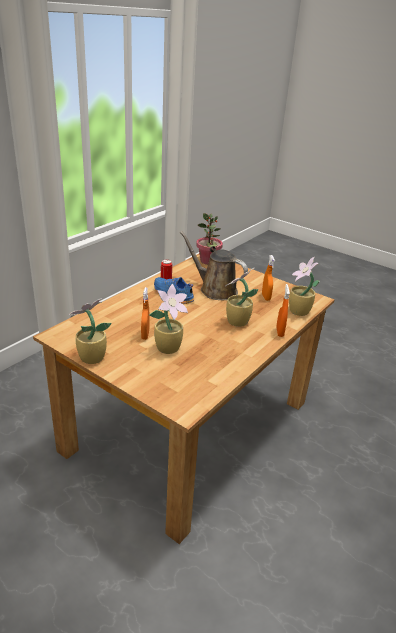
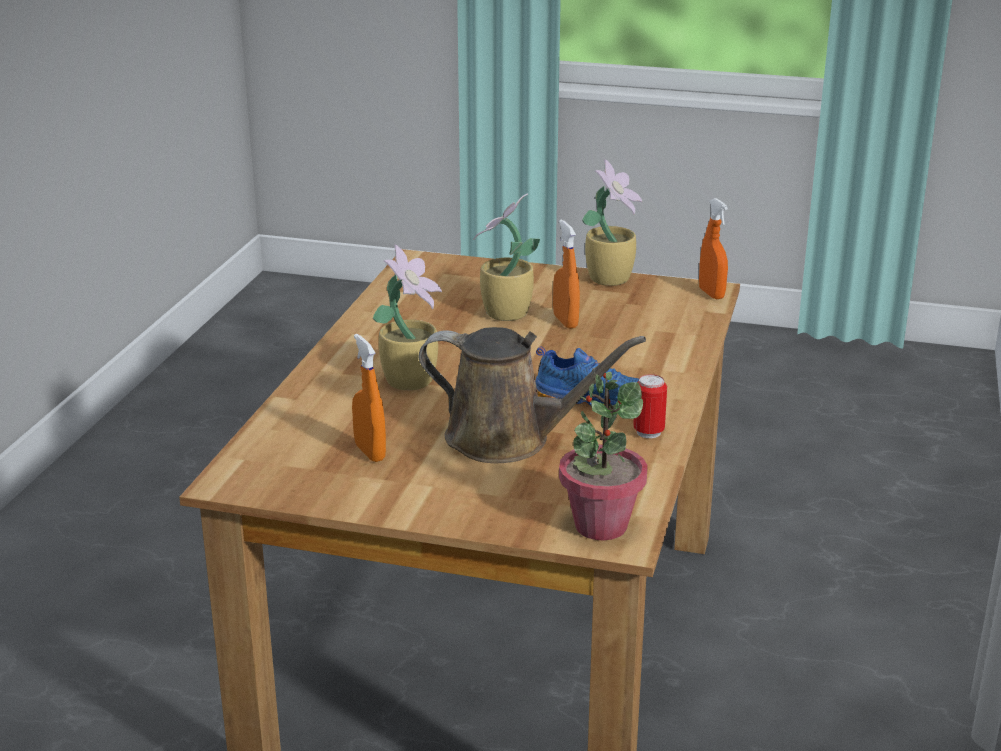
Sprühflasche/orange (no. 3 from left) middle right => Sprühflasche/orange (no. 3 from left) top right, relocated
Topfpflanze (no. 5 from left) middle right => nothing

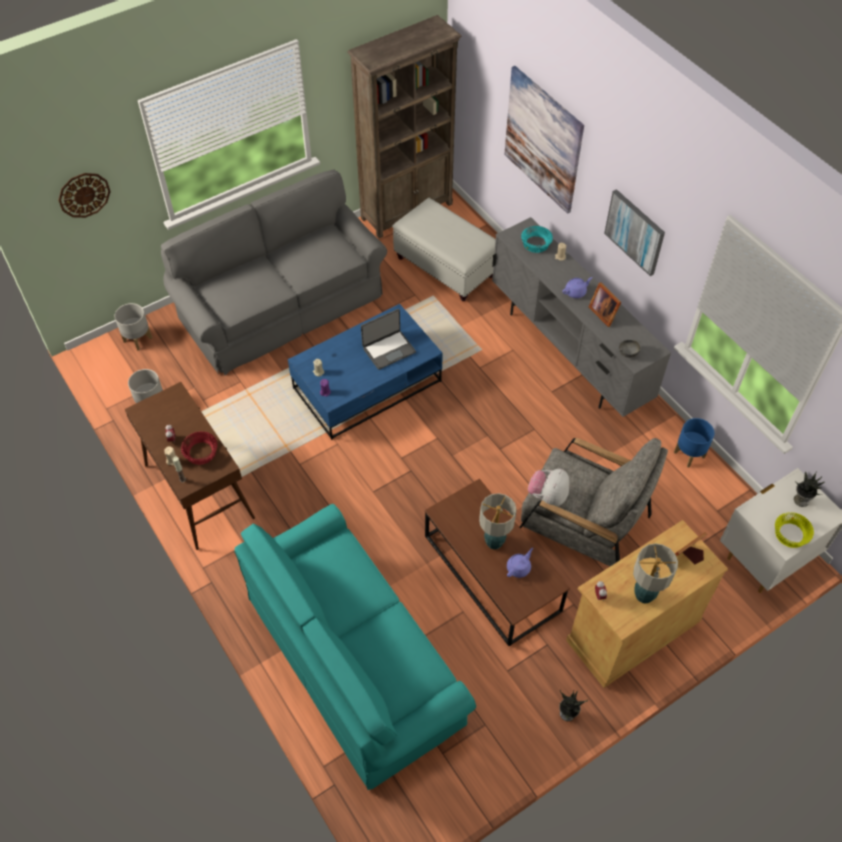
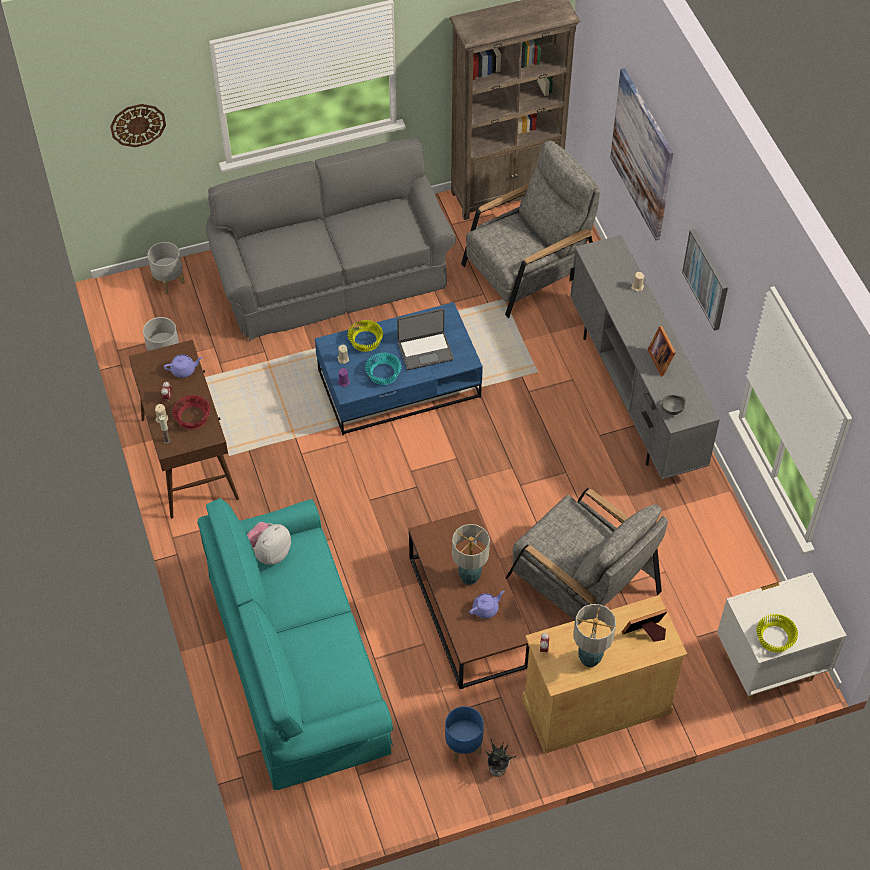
Polsterhocker/weiß top centre => Sessel/grau (no. 1 from left) top centre
Schüssel/türkis top centre => Schüssel/türkis centre, relocated
Plüschtier centre => Plüschtier middle left, relocated
Teekanne/lila (no. 2 from left in the first image) middle right => Teekanne/lila (no. 1 from left) middle left, relocated
Pflanzkübel/blau middle right => Pflanzkübel/blau bottom centre, relocated
Topfpflanze (no. 2 from left) middle right => nothing
nothing => Schüssel/gelb (no. 1 from left) centre

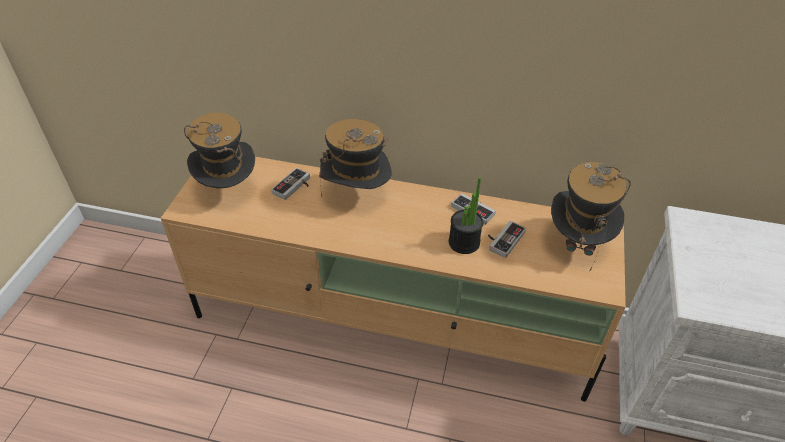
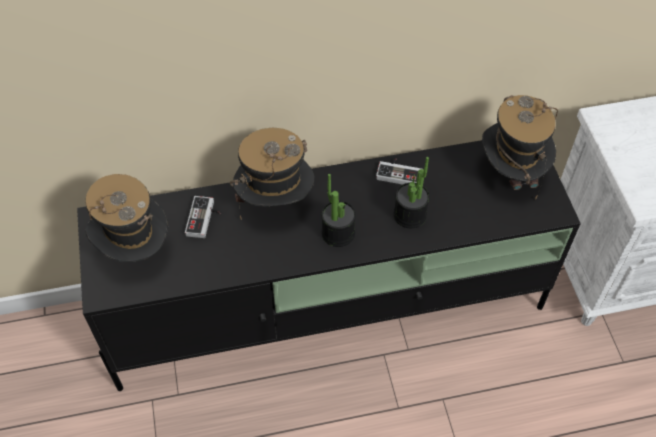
Fernsehschrank/beige centre => Fernsehschrank/schwarz centre
Gamepad (no. 3 from left) centre => nothing
nothing => Topfpflanze (no. 1 from left) centre

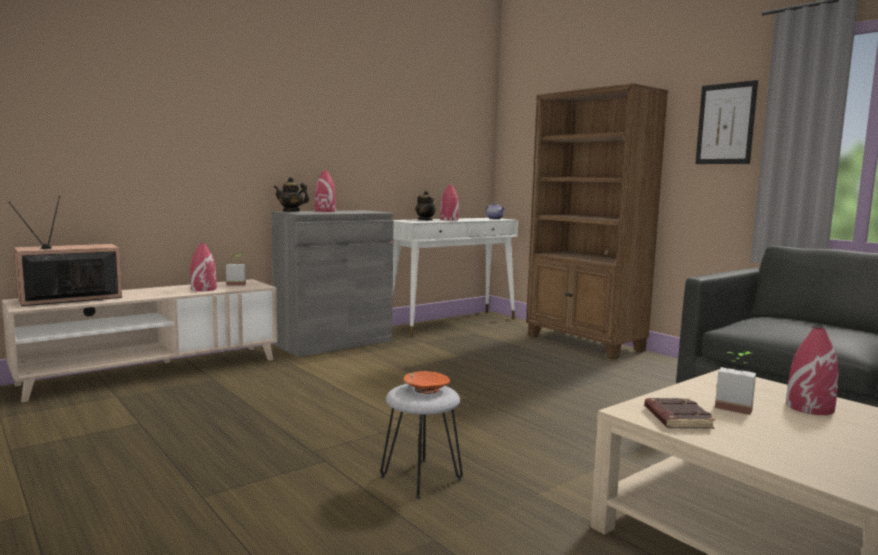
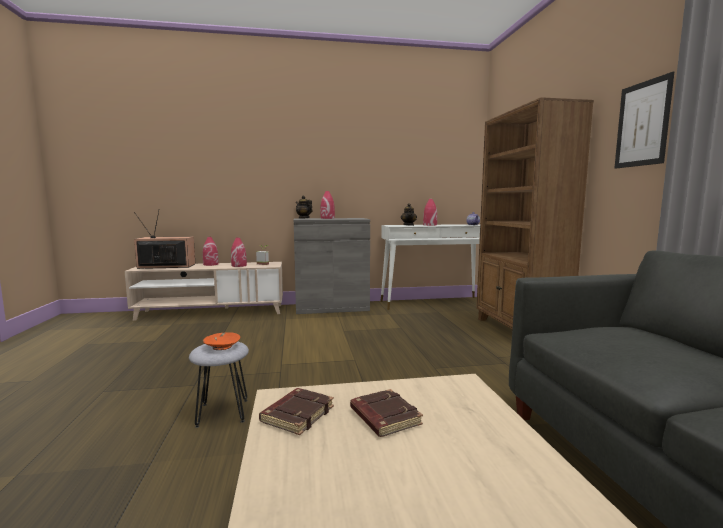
Topfpflanze (no. 2 from left) bottom right => Buch/braun (no. 2 from left) bottom centre
Vase/rot (no. 4 from left in the first image) bottom right => Vase/rot (no. 1 from left) middle left, relocated

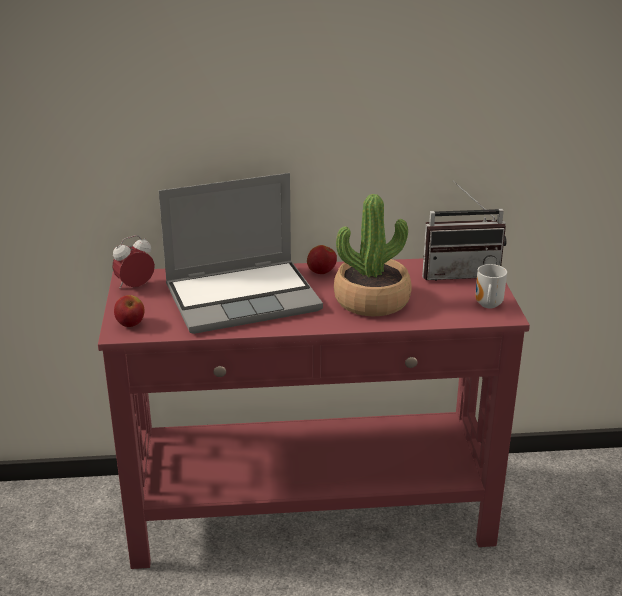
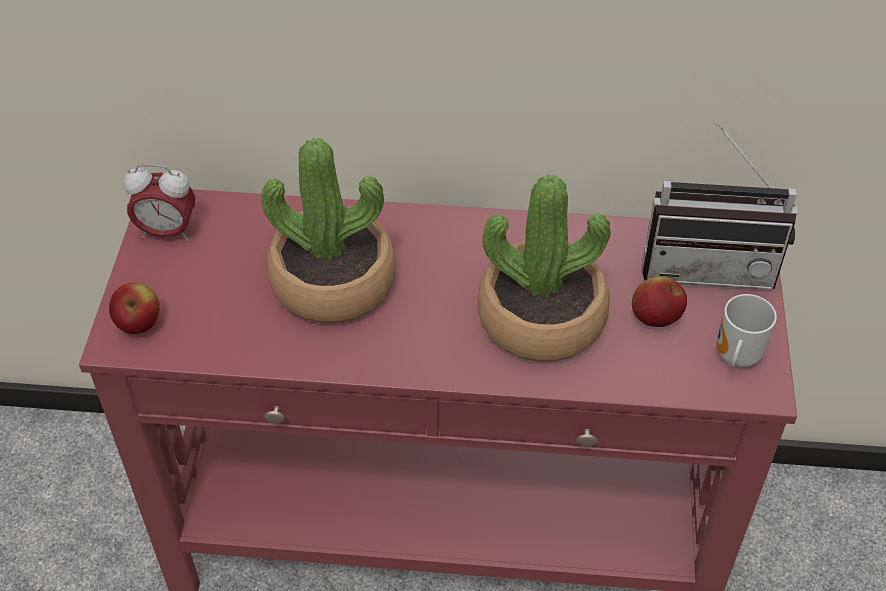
Wecker middle left, 150 degrees counterclockwise
Laptop centre => Topfpflanze (no. 1 from left) centre
Apfel (no. 2 from left) centre => Apfel (no. 2 from left) middle right, relocated

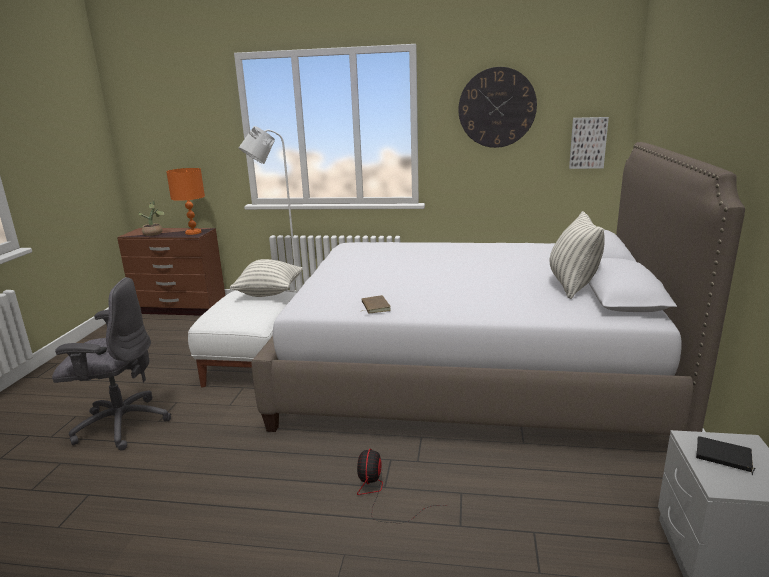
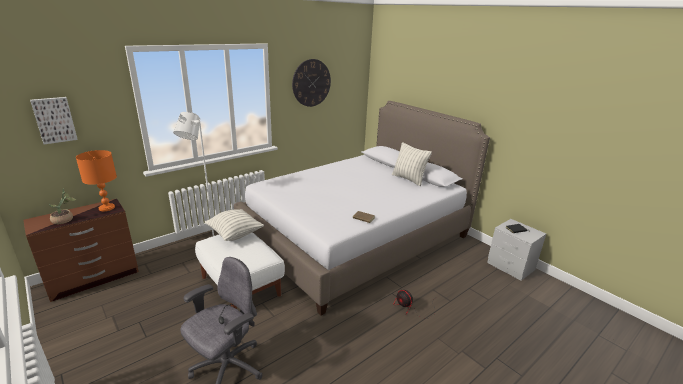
Bild top right => Bild top left, relocated

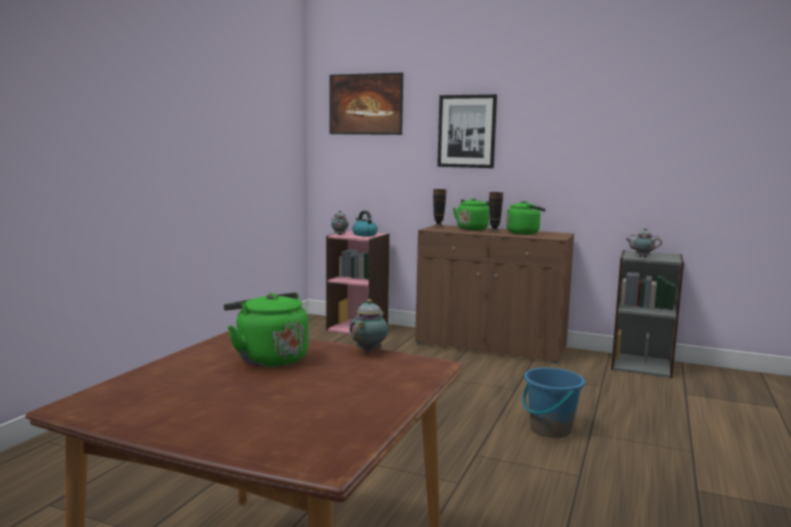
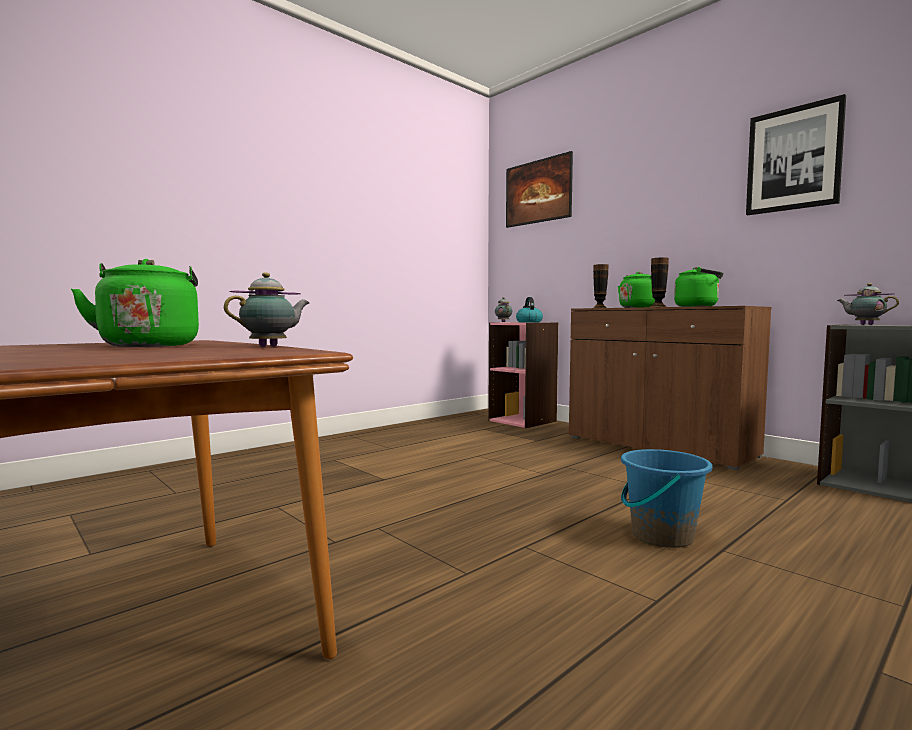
Bild (no. 2 from left) top centre => Bild (no. 2 from left) top right, relocated

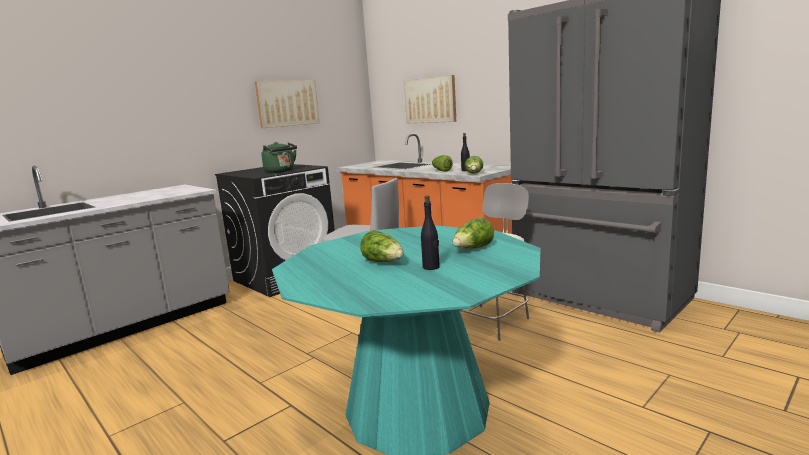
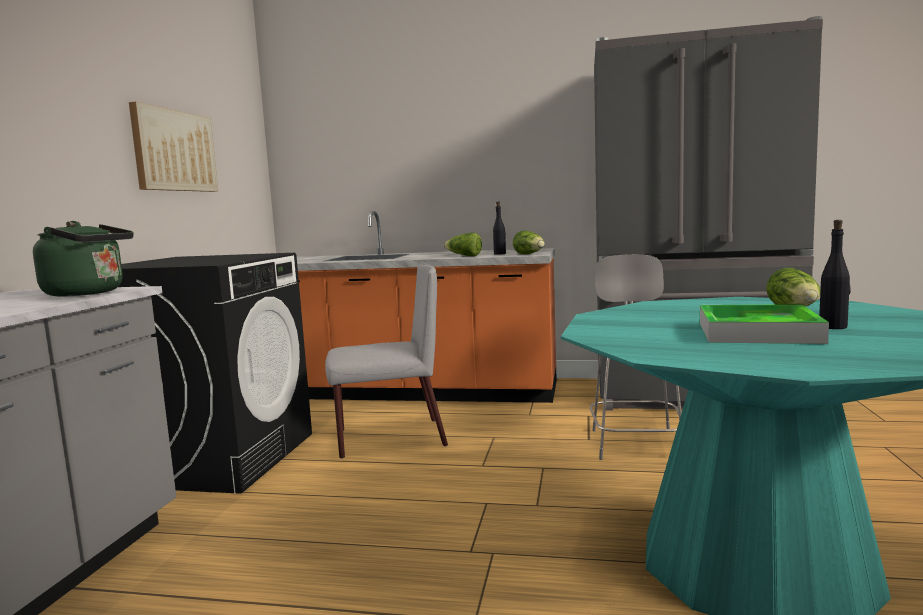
Wasserkessel/grün centre => Wasserkessel/grün middle left, relocated
Salatkopf (no. 1 from left) centre => Tablett middle right
Bild (no. 2 from left) top centre => nothing

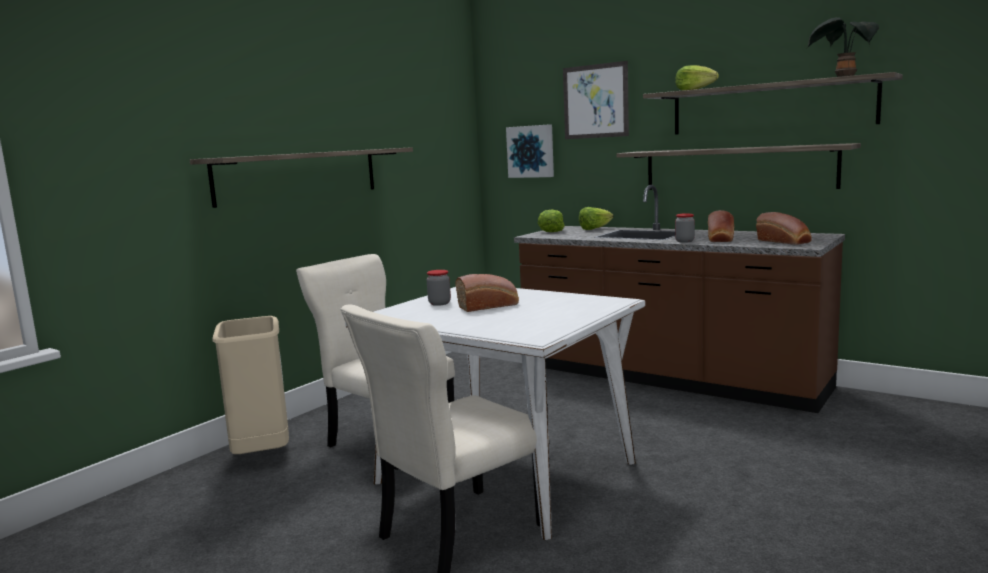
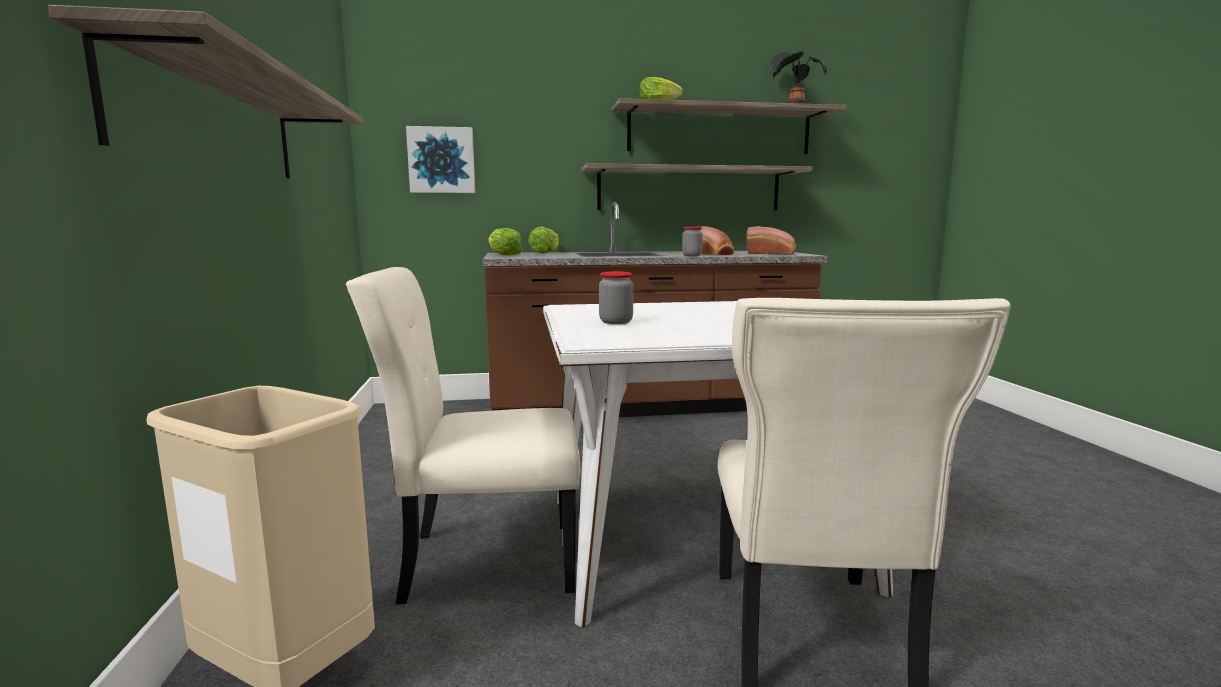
Brot (no. 1 from left) centre => nothing
Bild (no. 2 from left) top centre => nothing

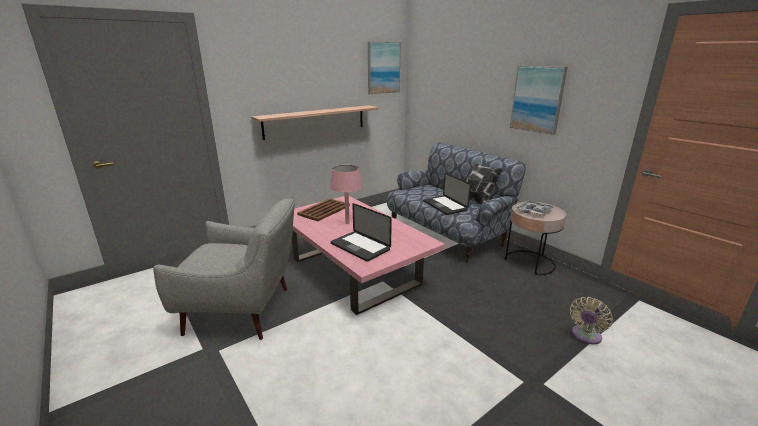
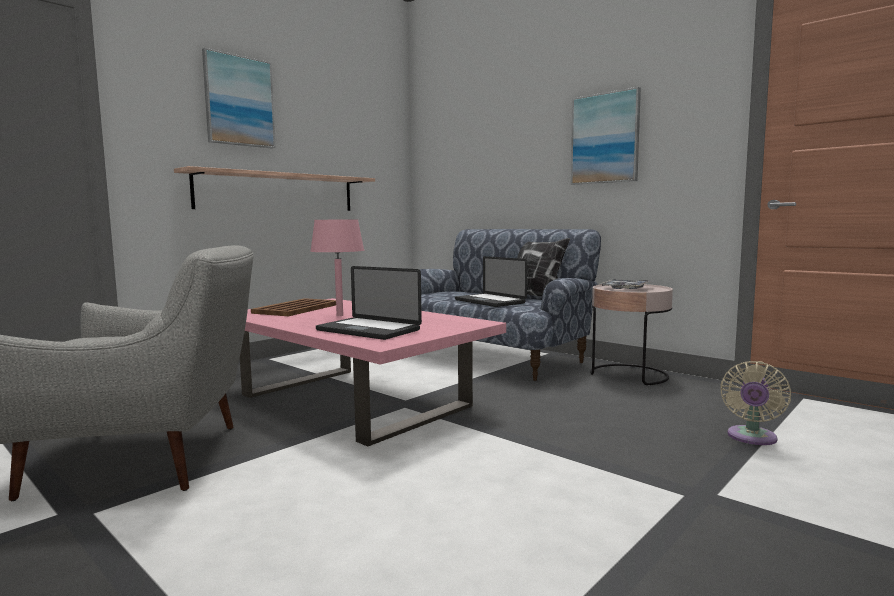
Bild (no. 1 from left) top centre => Bild (no. 1 from left) top left, relocated

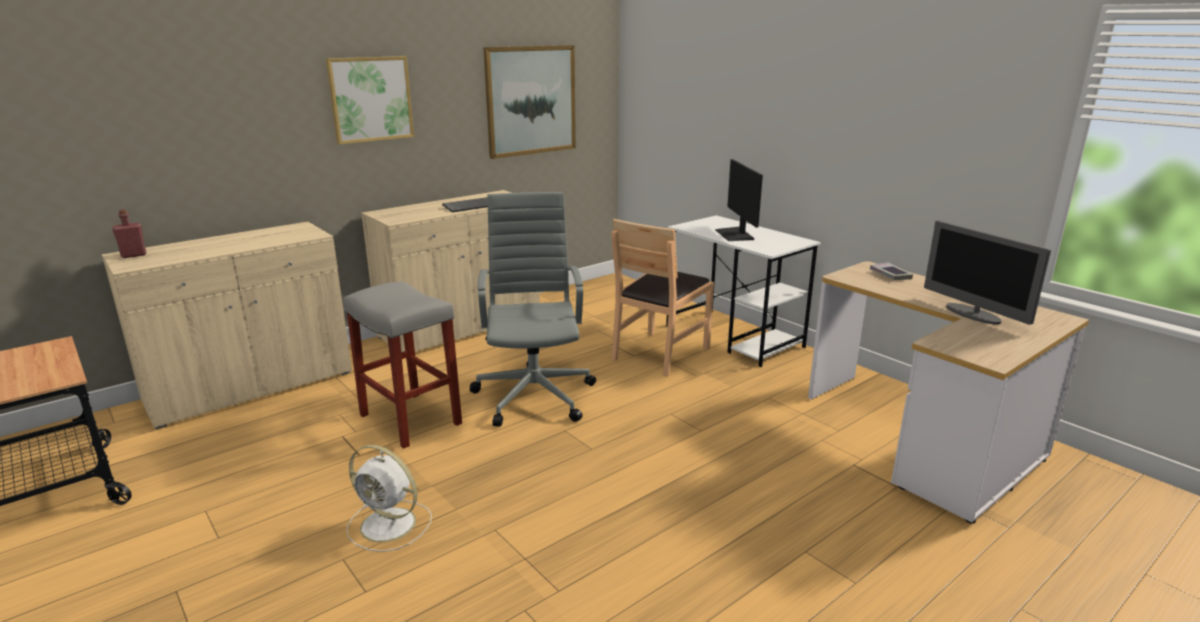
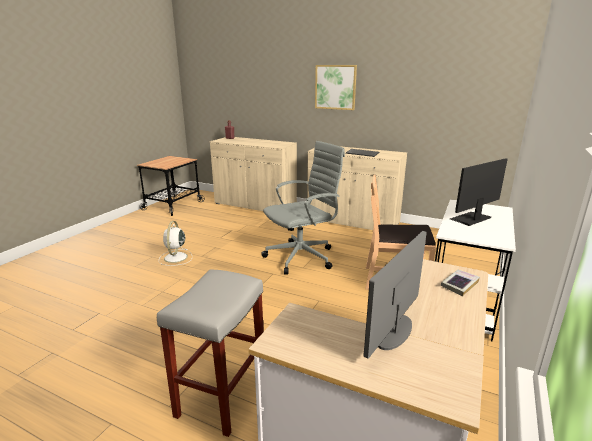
Hocker/grau centre => Hocker/grau bottom centre, relocated
Bild (no. 2 from left) top centre => nothing

